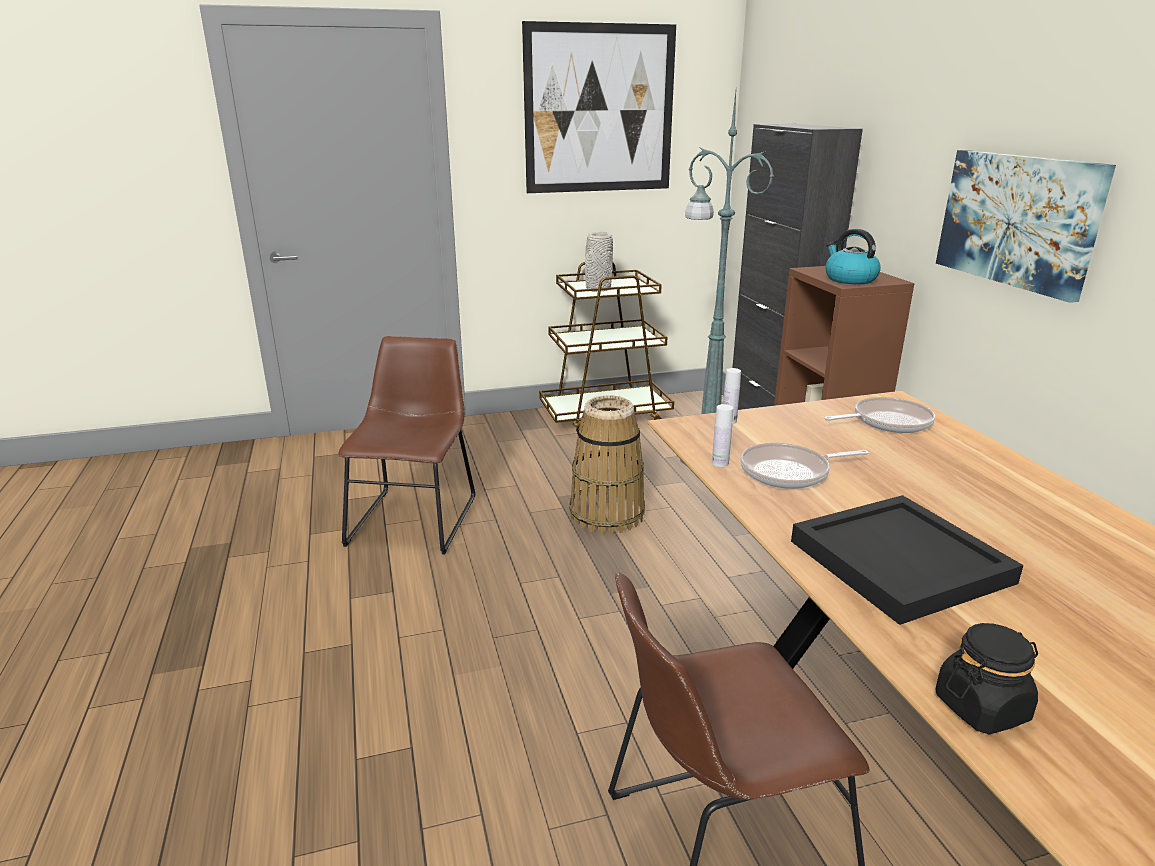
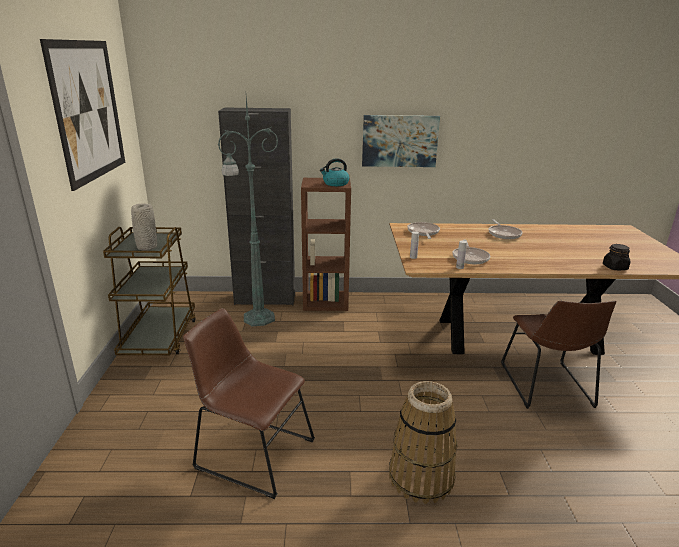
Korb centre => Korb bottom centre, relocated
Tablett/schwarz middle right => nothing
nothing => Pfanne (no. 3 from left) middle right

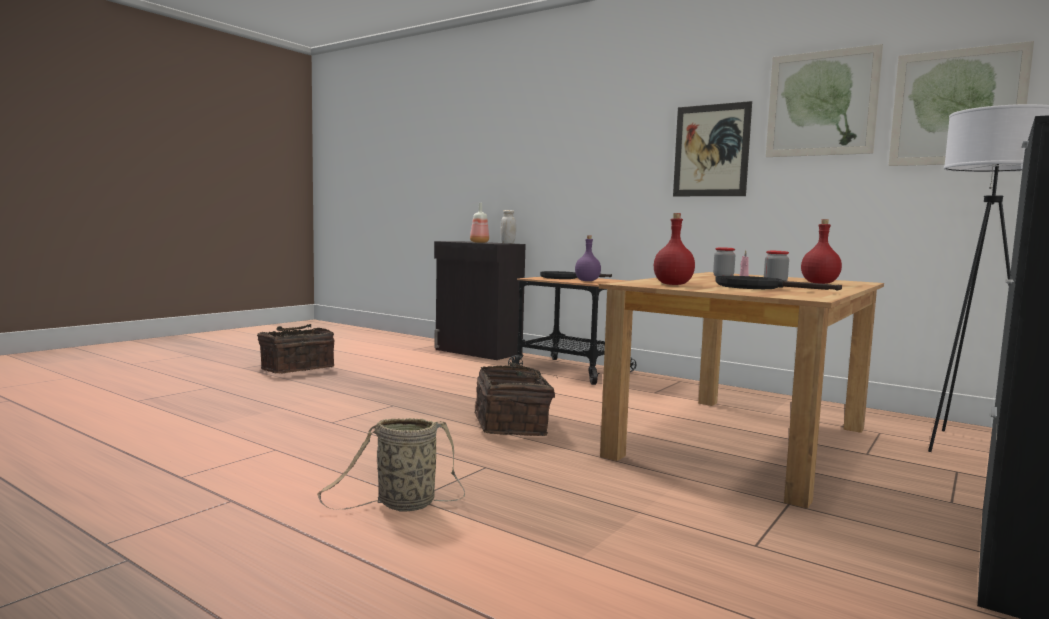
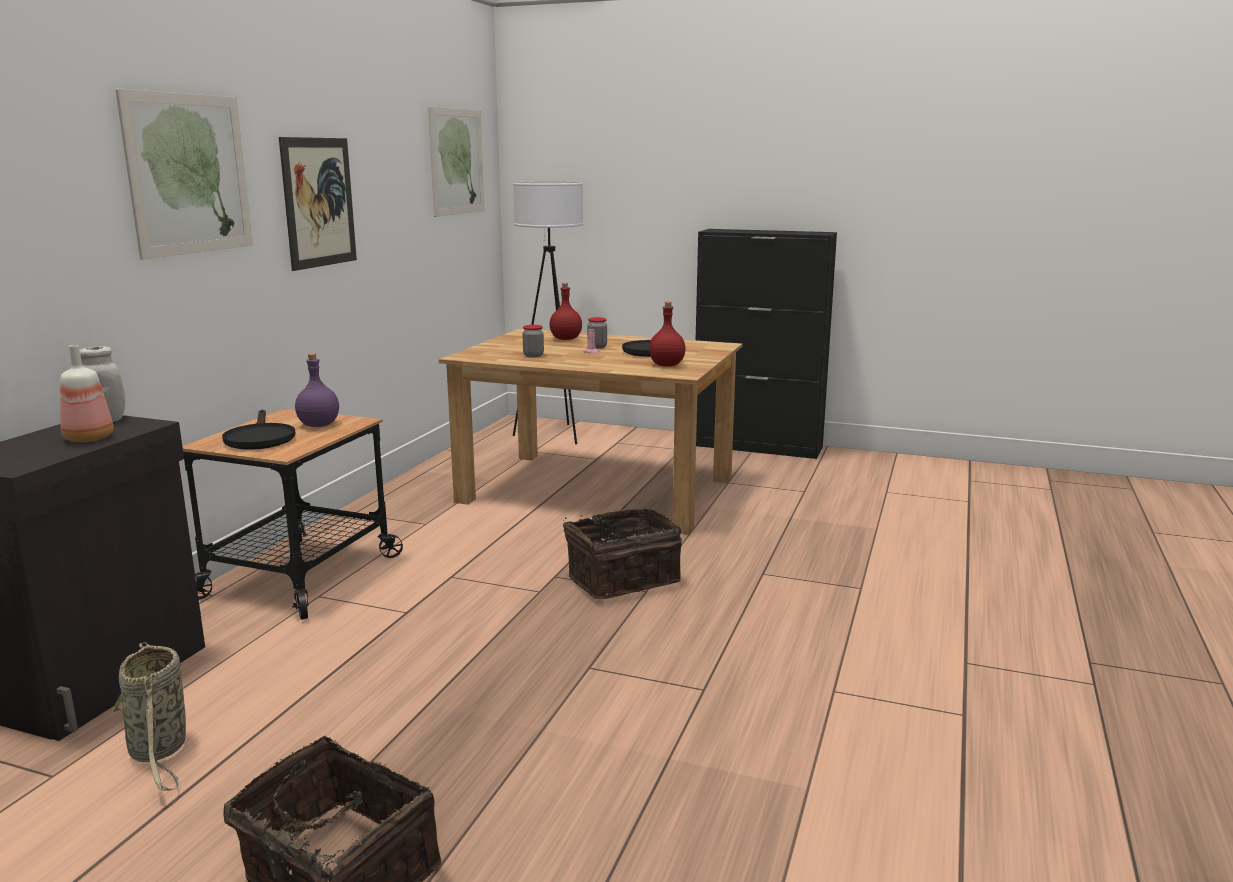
Korb (no. 2 from left in the first image) bottom centre => Korb (no. 1 from left) bottom left, relocated
Bild (no. 2 from left in the first image) top right => Bild (no. 1 from left) top left, relocated

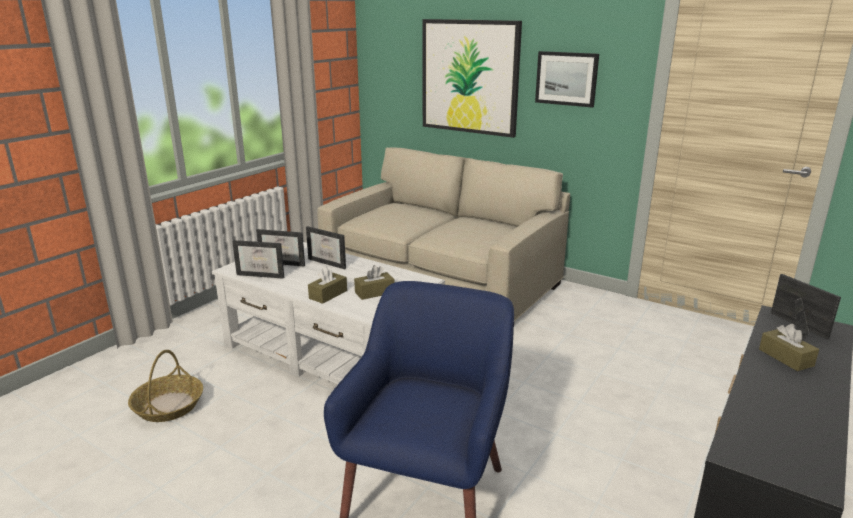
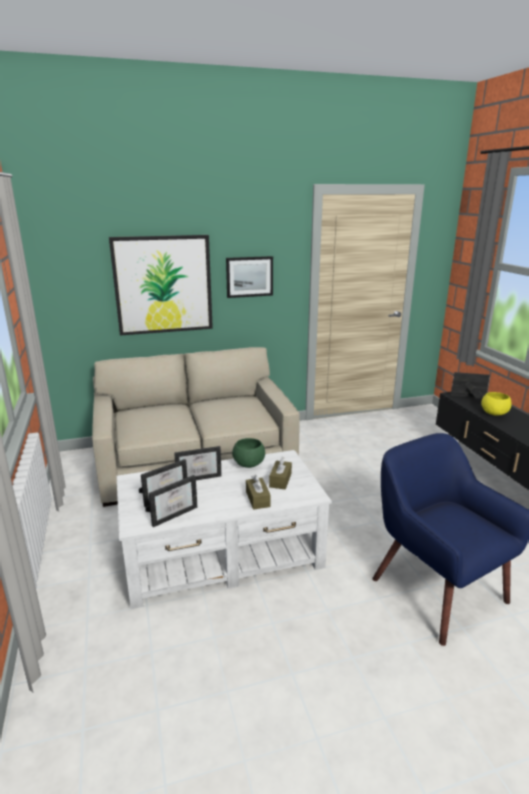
Korb bottom left => nothing
Taschentuchbox/braun (no. 3 from left) bottom right => Schüssel/gelb middle right
nothing => Schüssel/grün centre

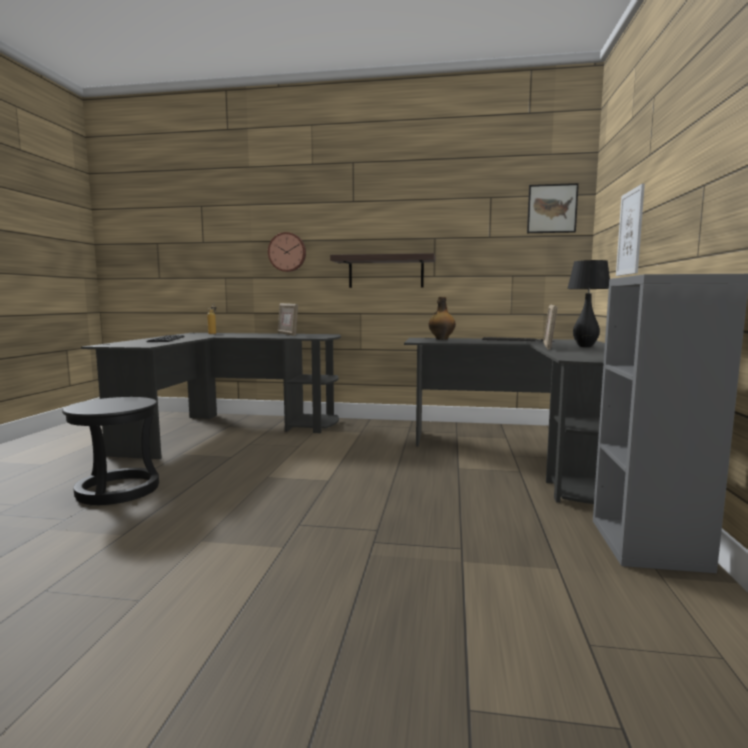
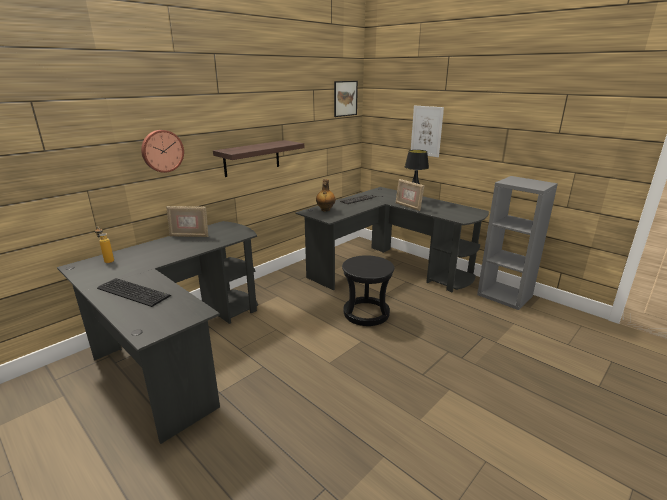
Hocker/schwarz middle left => Hocker/schwarz centre, relocated

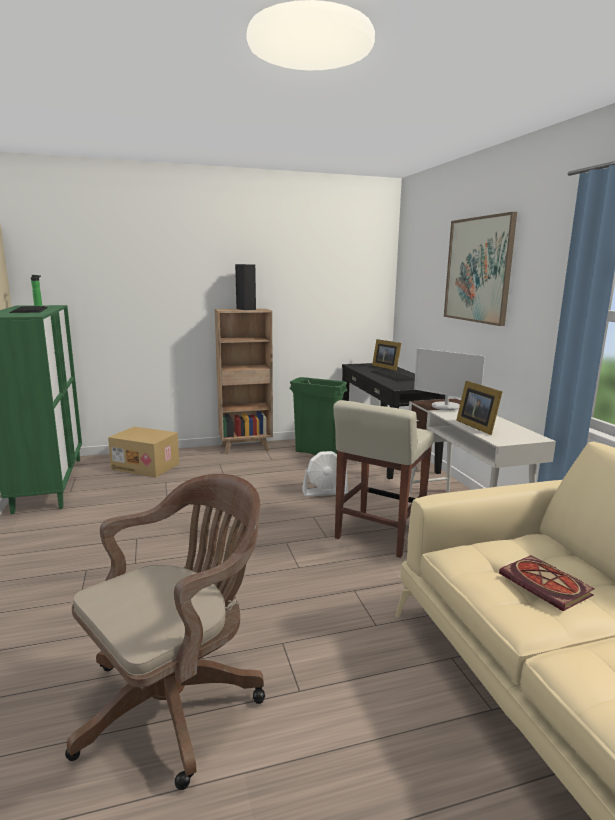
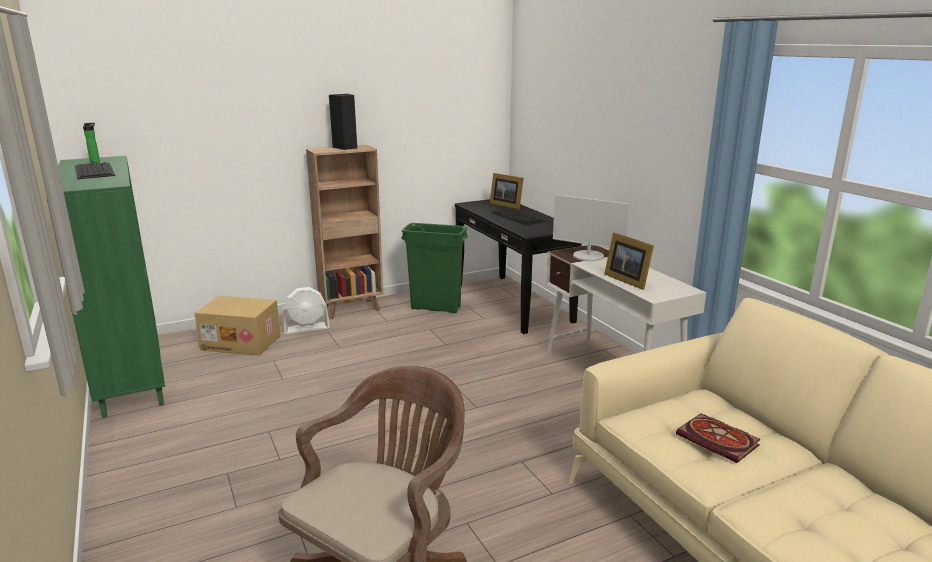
Ventilator/weiß centre => Ventilator/weiß middle left, relocated
Hocker/beige centre => nothing
Bild top right => nothing

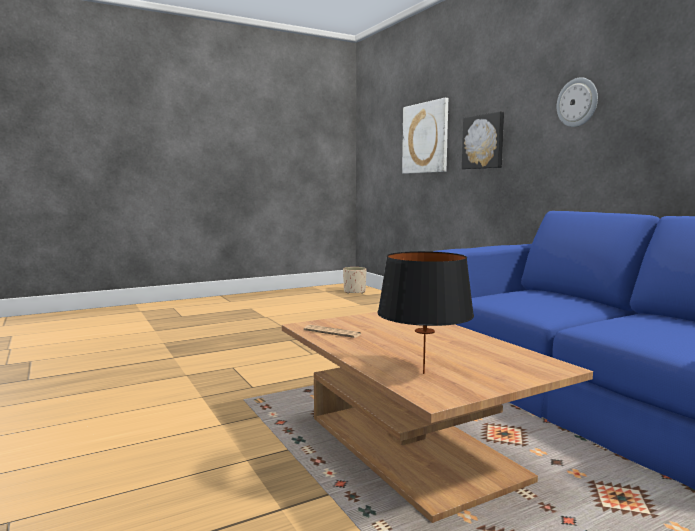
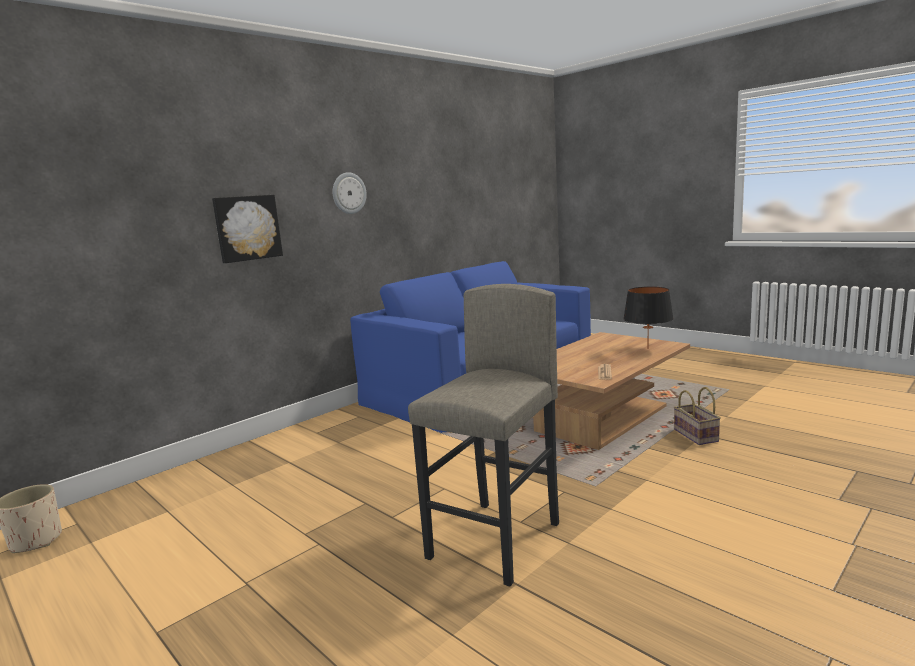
Bild (no. 1 from left) top centre => nothing
nothing => Hocker/grau centre
nothing => Korb middle right

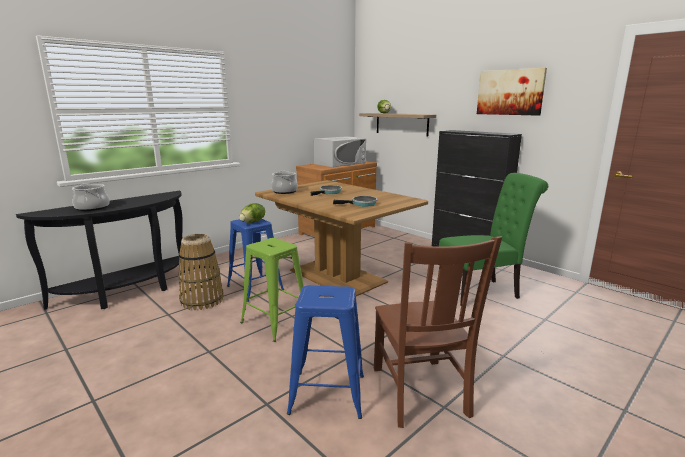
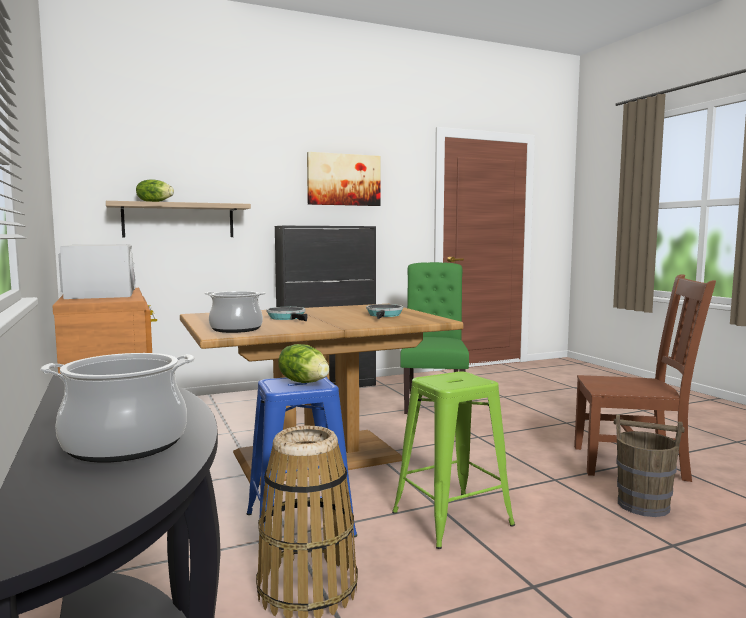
Hocker/blau (no. 2 from left) bottom centre => Eimer/braun bottom right

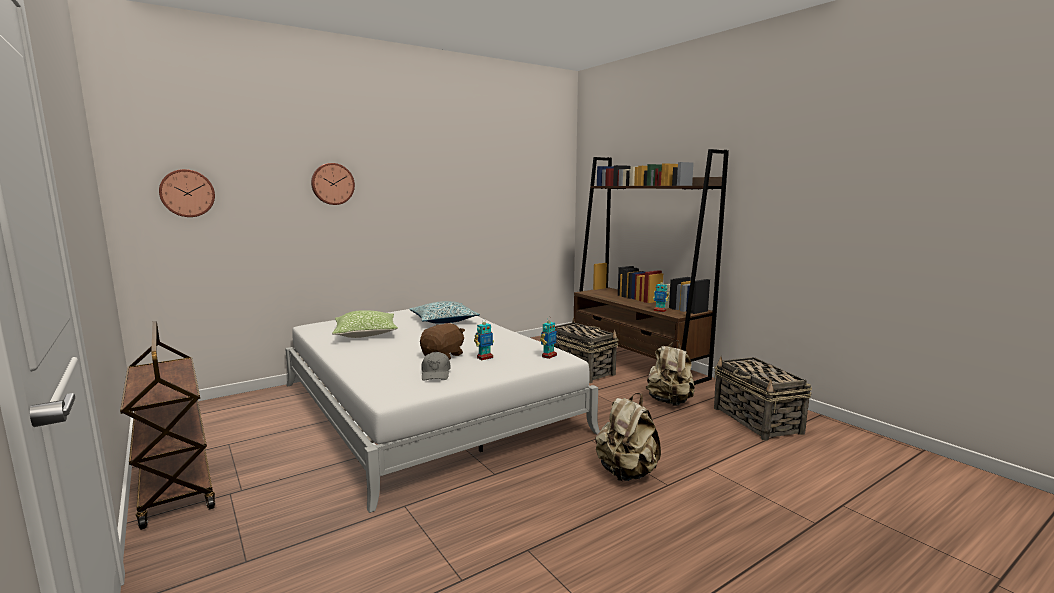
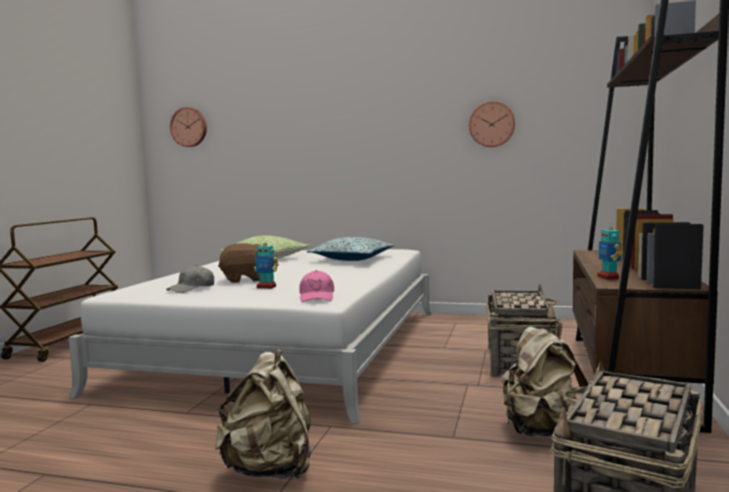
Wanduhr (no. 2 from left) top left => Wanduhr (no. 2 from left) top right, relocated
Spielzeugroboter (no. 2 from left) centre => Kappe/rosa centre

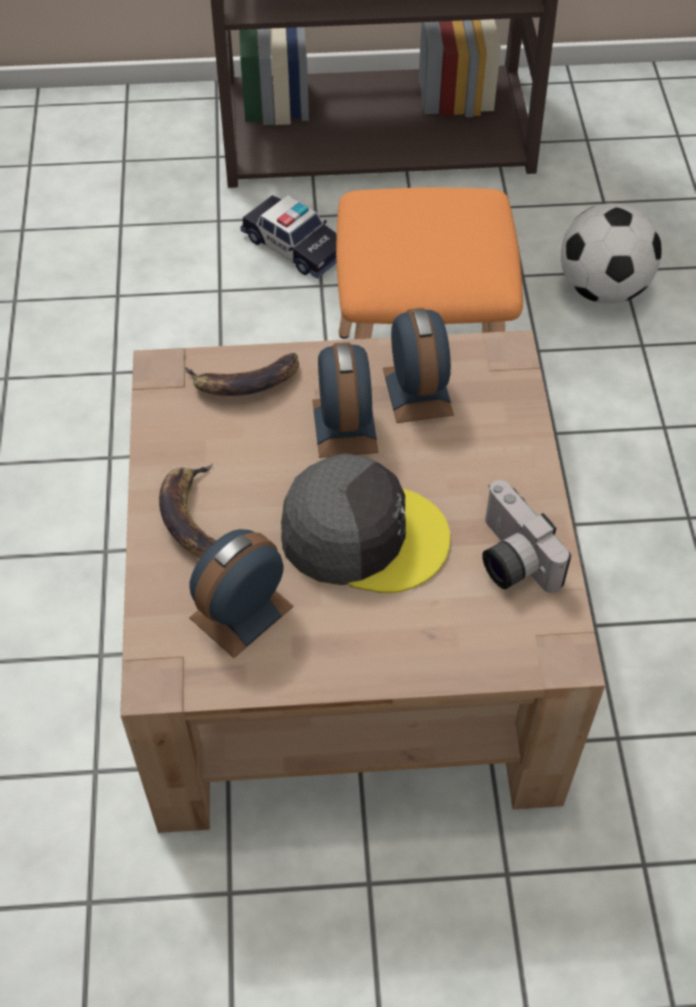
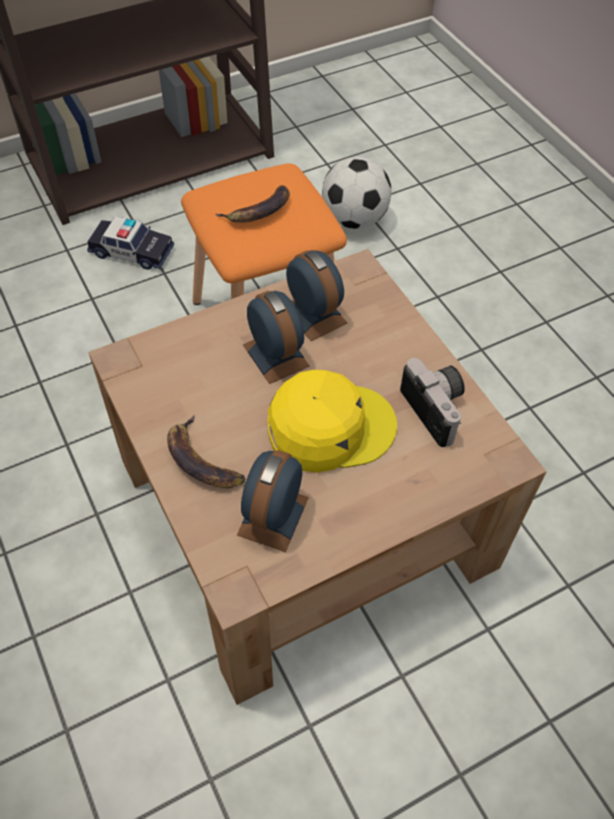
Banane (no. 2 from left) centre => Banane (no. 2 from left) top centre, relocated
Kappe/grau centre => Kappe/gelb centre
Kamera middle right, 150 degrees counterclockwise

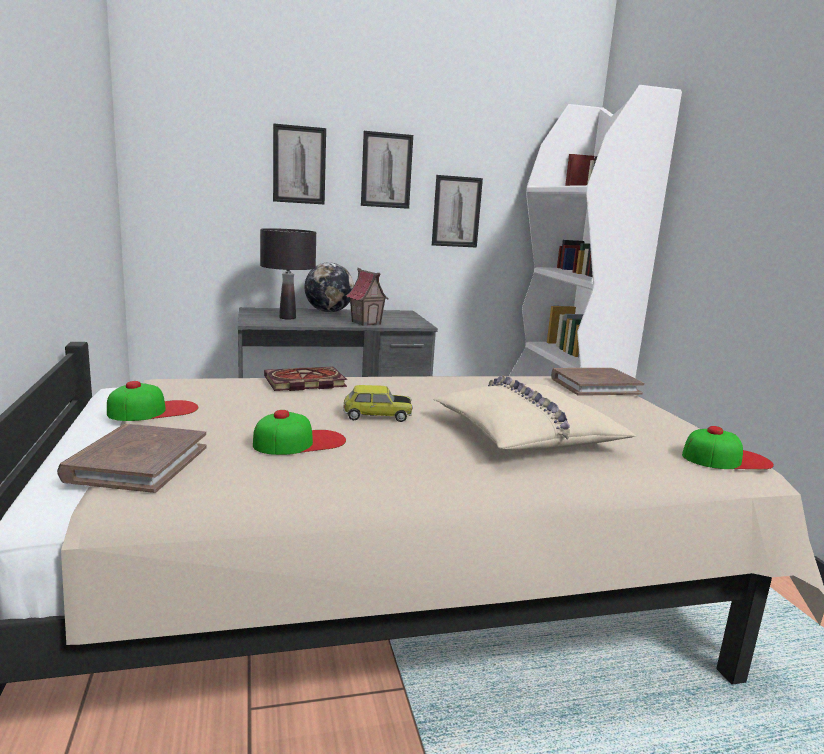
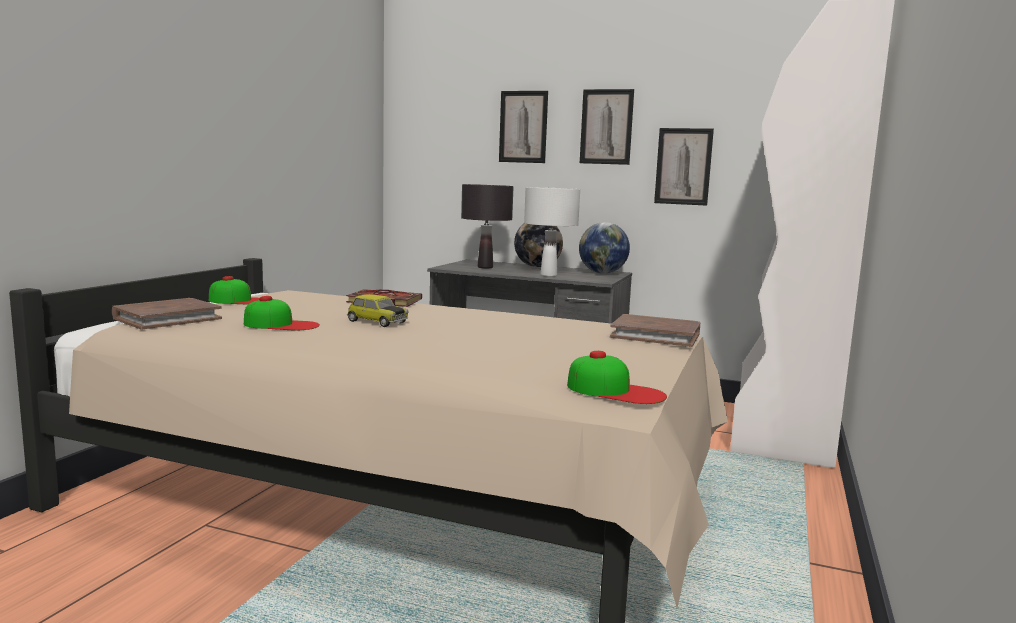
Spielzeughaus centre => Tischlampe/weiß centre
Kissen/beige centre => nothing
nothing => Globus (no. 2 from left) centre

